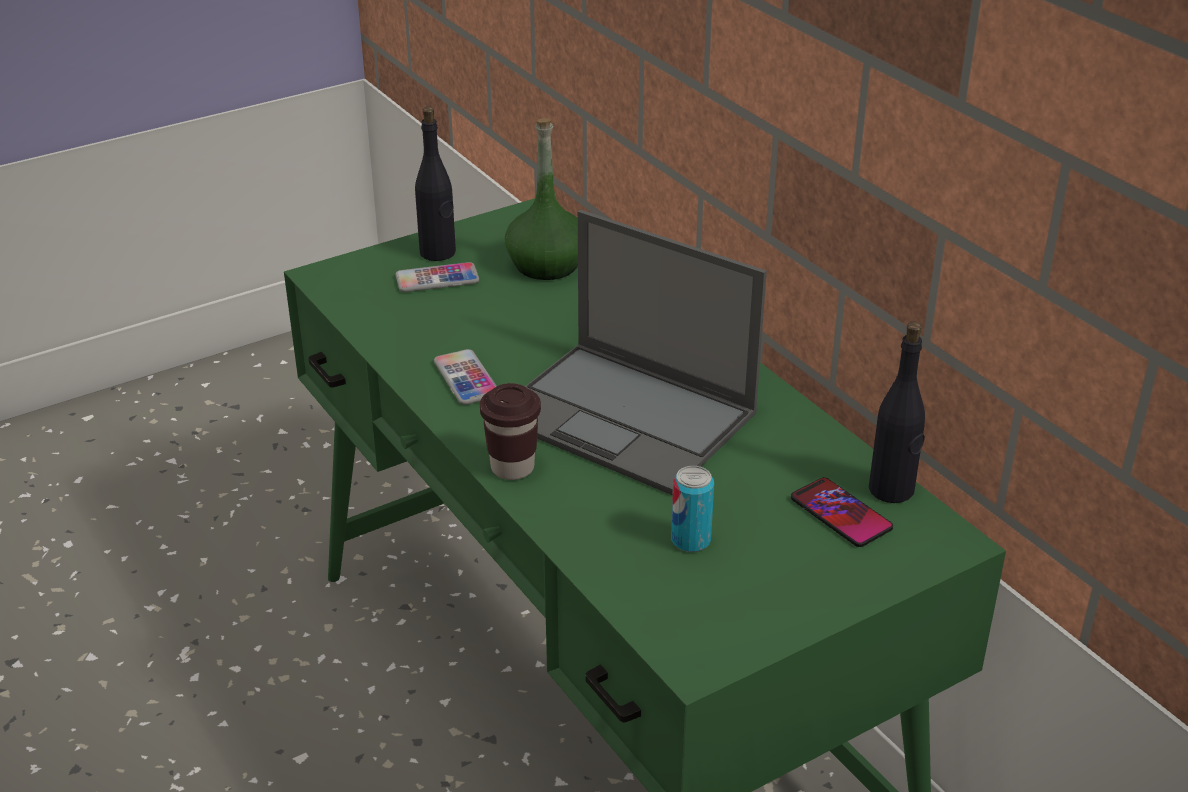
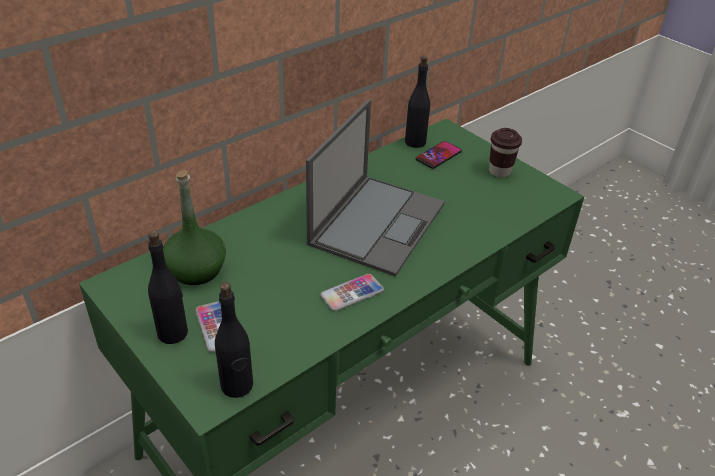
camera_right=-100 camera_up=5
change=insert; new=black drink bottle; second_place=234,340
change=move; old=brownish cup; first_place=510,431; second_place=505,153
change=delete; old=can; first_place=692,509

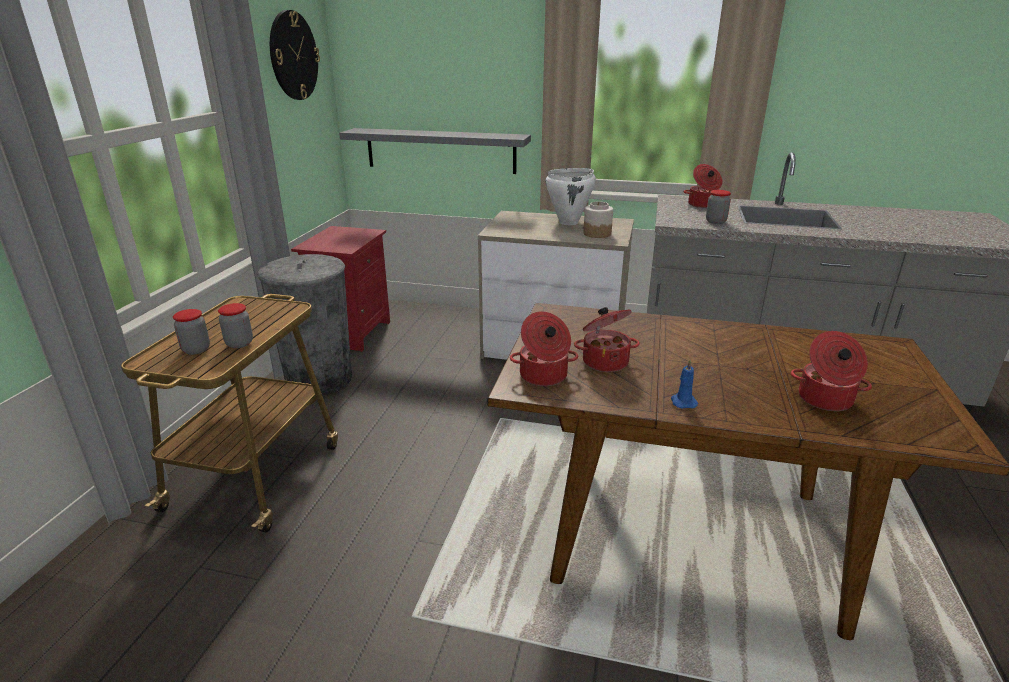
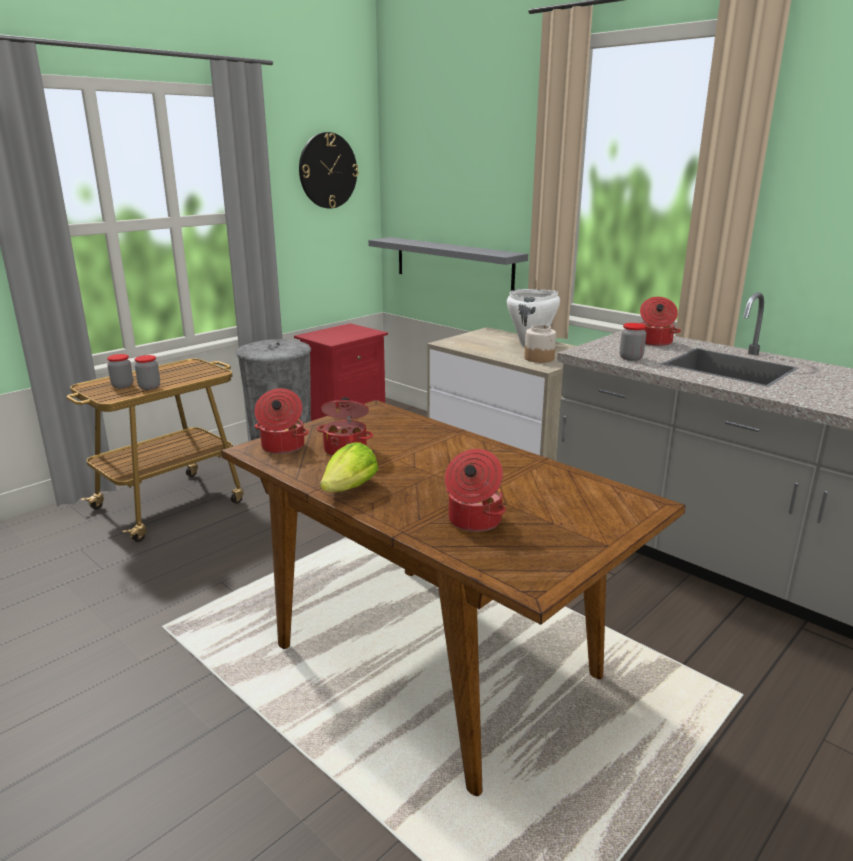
camera_right=30 camera_up=-5
change=replace; old=blue-coloured wax light; new=head of lettuce; first_place=684,384; second_place=349,467

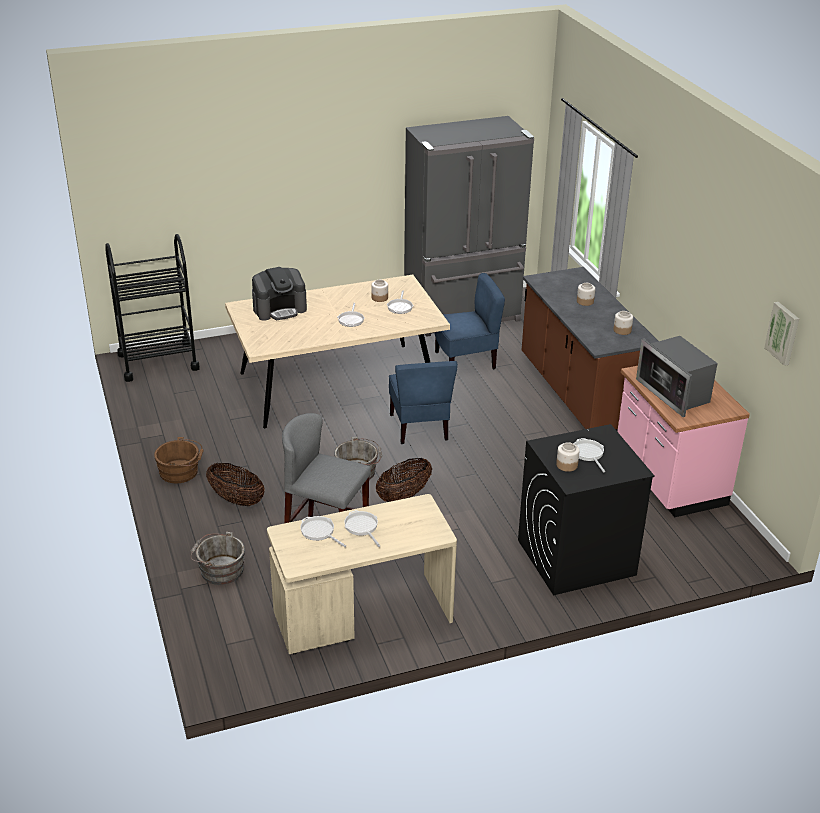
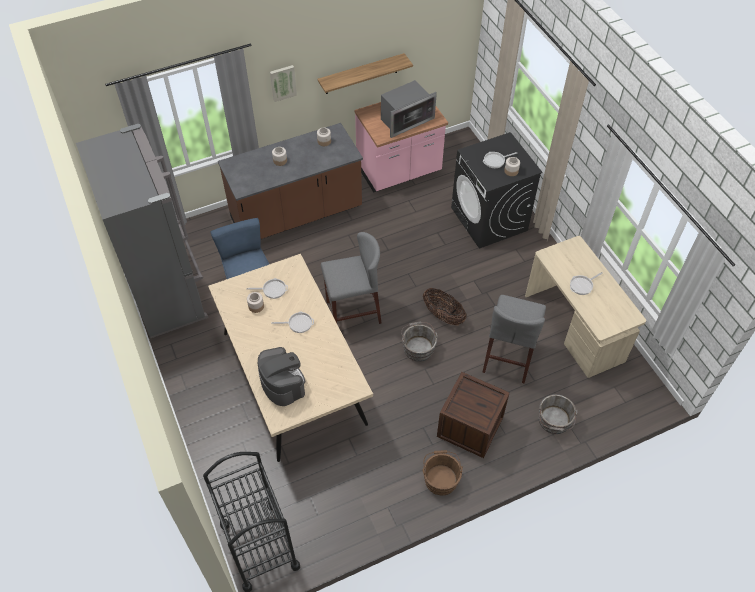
camera_right=-95 camera_up=20
change=move; old=picture; first_place=781,334; second_place=283,83
change=insert; new=bracket shelf; second_place=365,73
change=replace; old=blue-coloured plain chair; new=grey stool seat; first_place=423,402; second_place=351,278
change=replace; old=basket; new=shipping crate; first_place=235,484; second_place=473,415
change=delete; old=frying pan; first_place=323,531

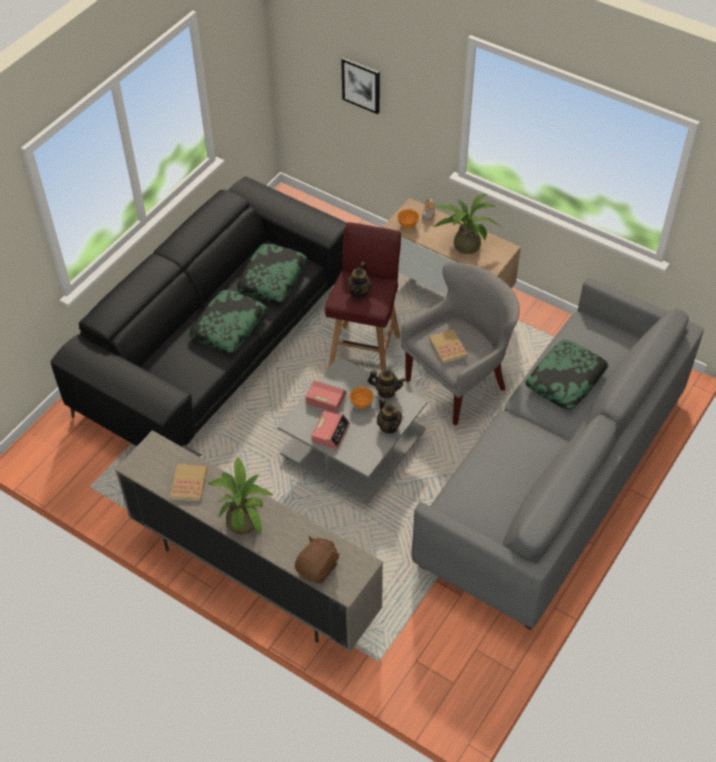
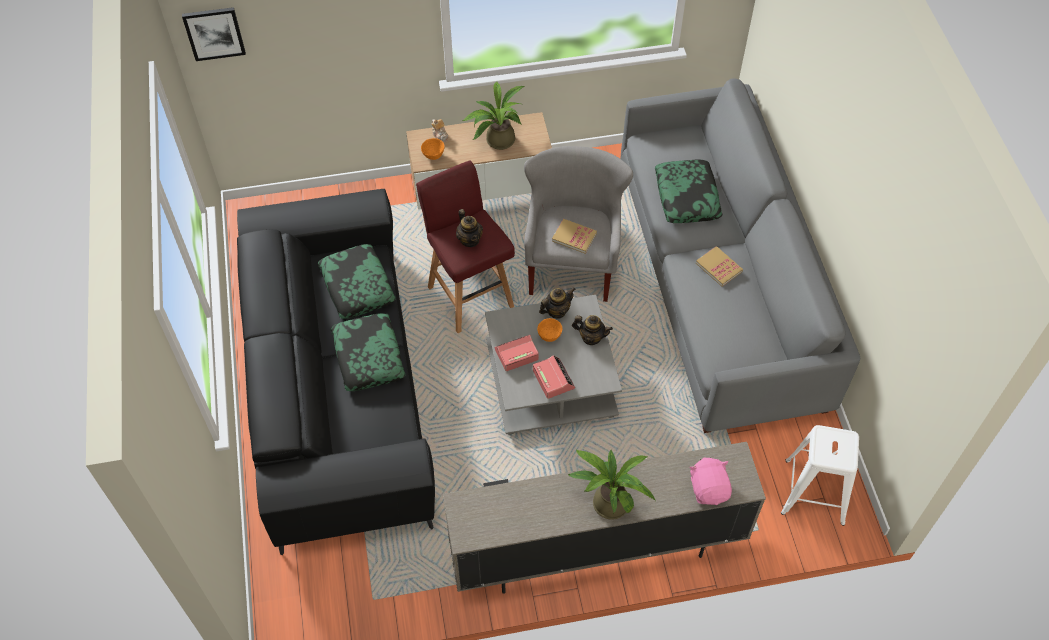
camera_right=-45 camera_up=5
change=move; old=picture; first_place=360,85; second_place=214,34
change=recolor; old=brownish soft toy; new=pinkish soft toy; first_place=317,560; second_place=711,481
change=move; old=book; first_place=188,483; second_place=719,266
change=insert; new=whitish stool seat; second_place=820,475

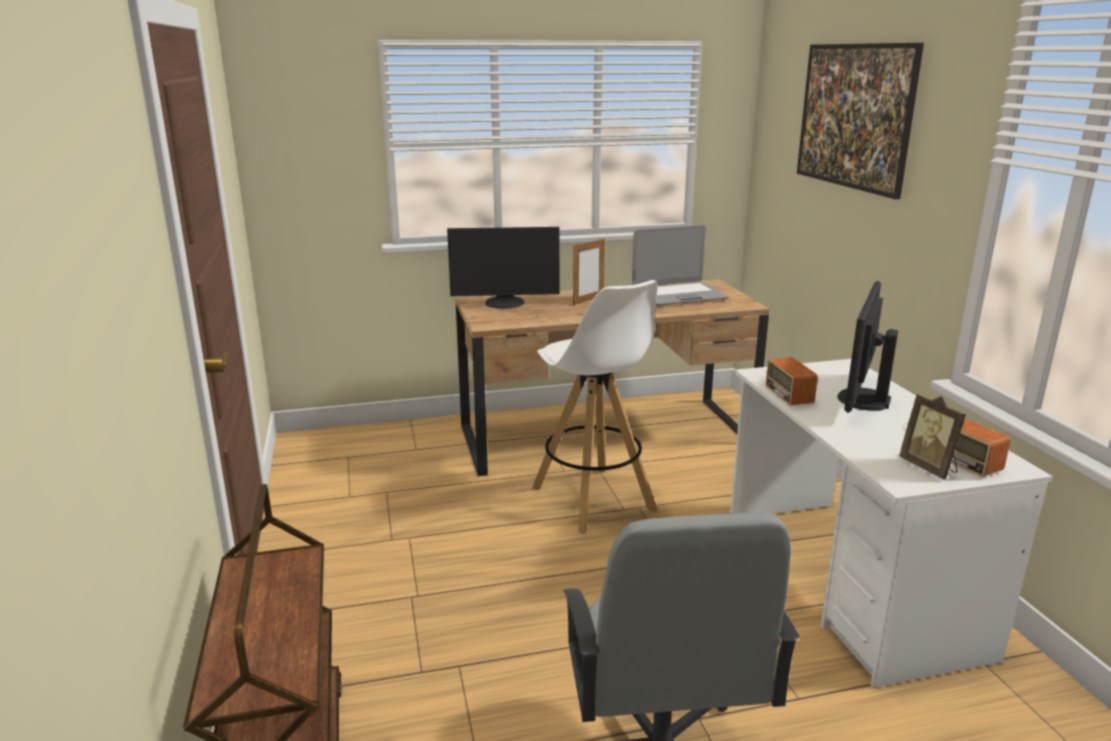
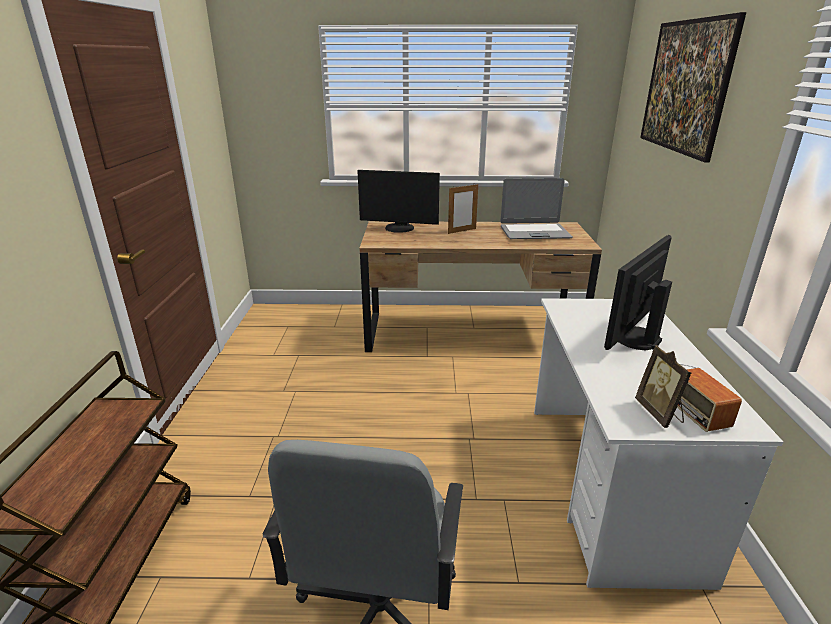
camera_right=15 camera_up=5
change=delete; old=whitish stool seat; first_place=594,407
change=delete; old=radio set; first_place=792,381

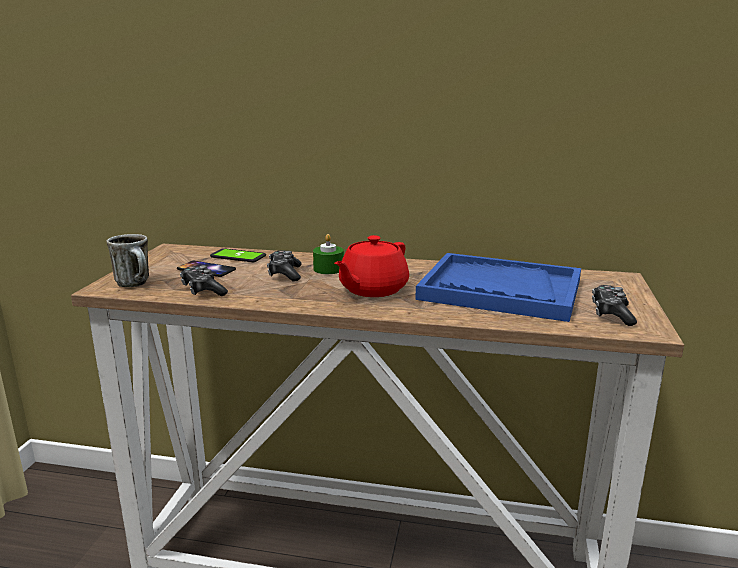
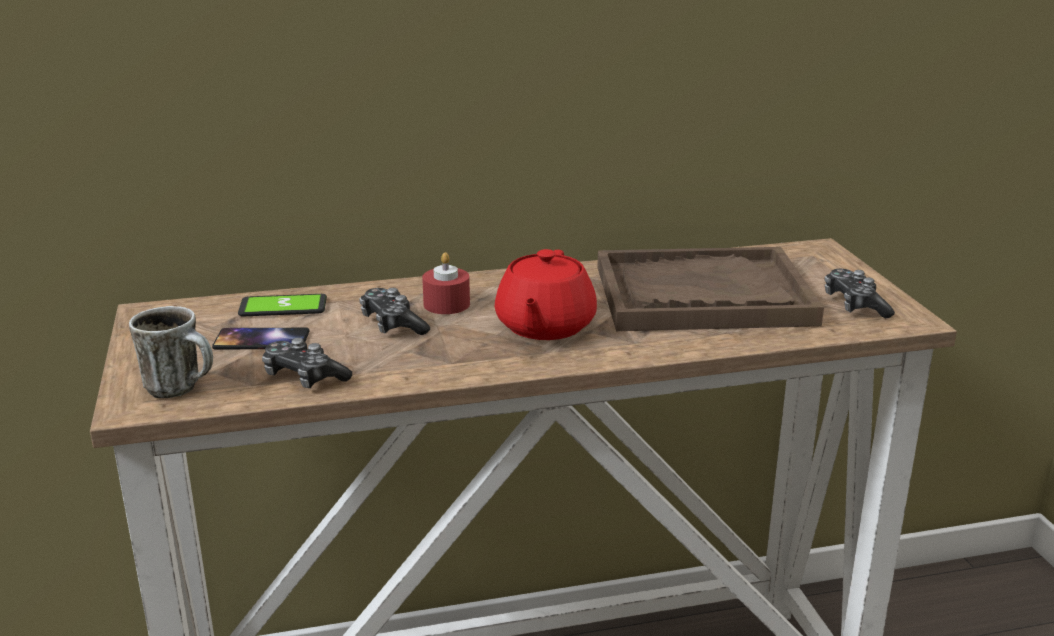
camera_right=-25 camera_up=5
change=recolor; old=green-coloured wax light; new=reddish wax light; first_place=328,254; second_place=446,283
change=recolor; old=blue-coloured carrying tray; new=brownish carrying tray; first_place=498,287; second_place=710,289

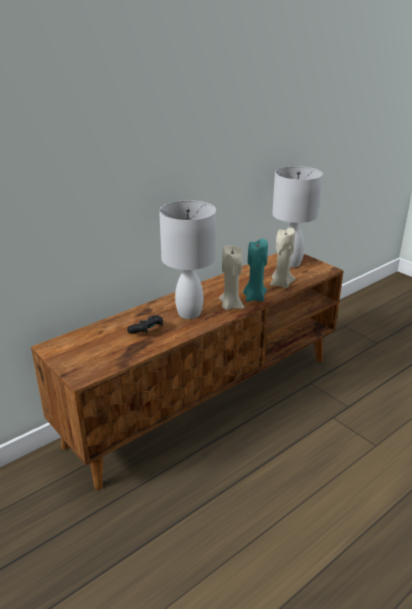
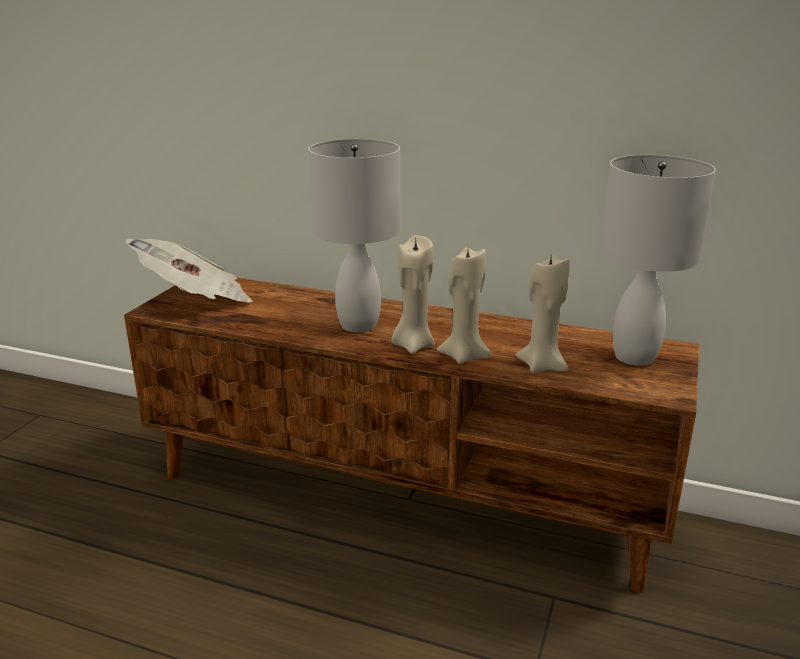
camera_right=60 camera_up=-5
change=insert; new=newspaper; second_place=189,271
change=recolor; old=turquoise-coloured wax light; new=beige wax light; first_place=255,270; second_place=464,306
change=delete; old=black gamepad; first_place=145,324

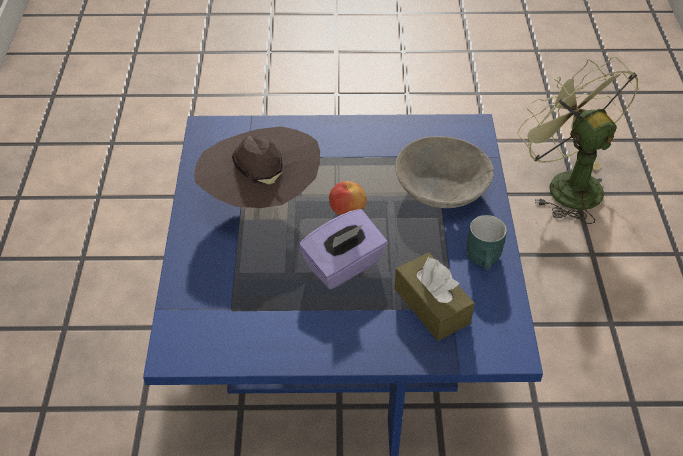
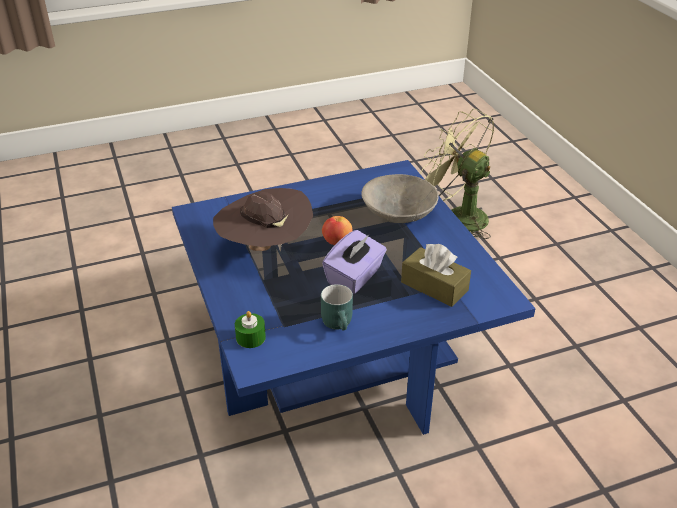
camera_right=-20 camera_up=-10
change=insert; new=green-coloured wax light; second_place=250,329
change=move; old=turquoise-coloured coffee mug; first_place=487,242; second_place=337,307

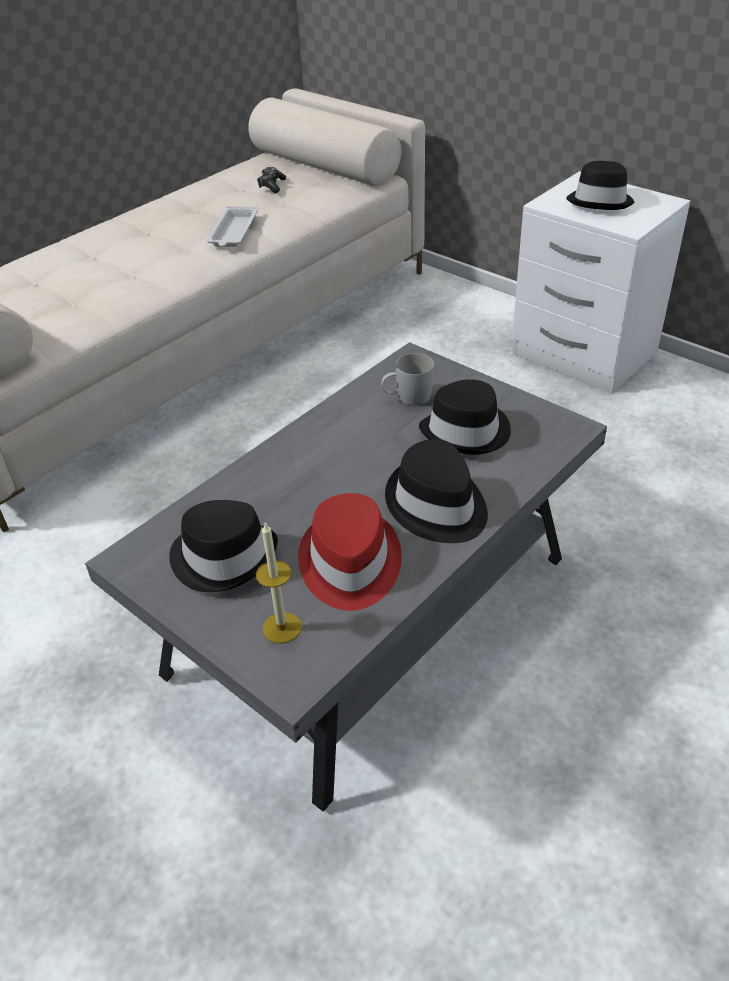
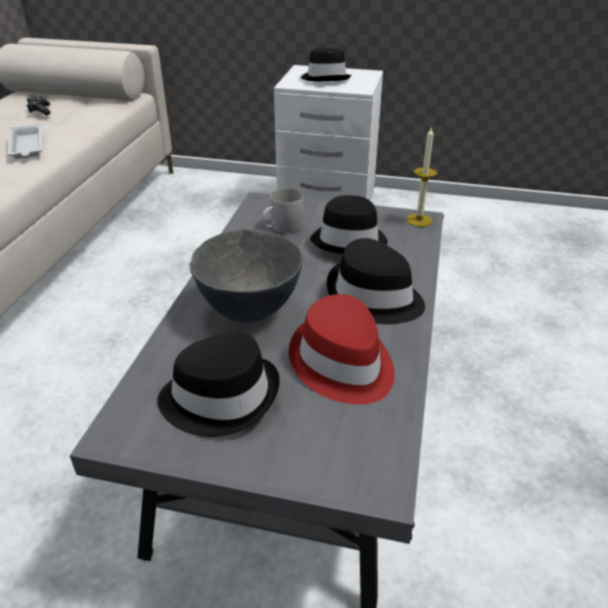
camera_right=-30 camera_up=-5
change=insert; new=grey serving bowl; second_place=246,276
change=move; old=wax light; first_place=279,583; second_place=421,176

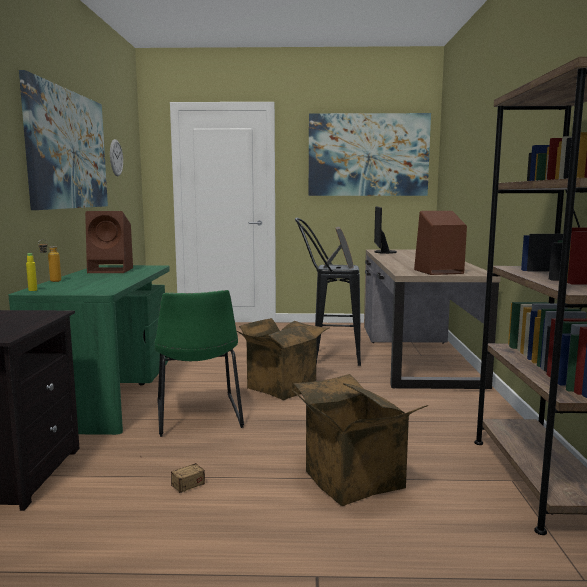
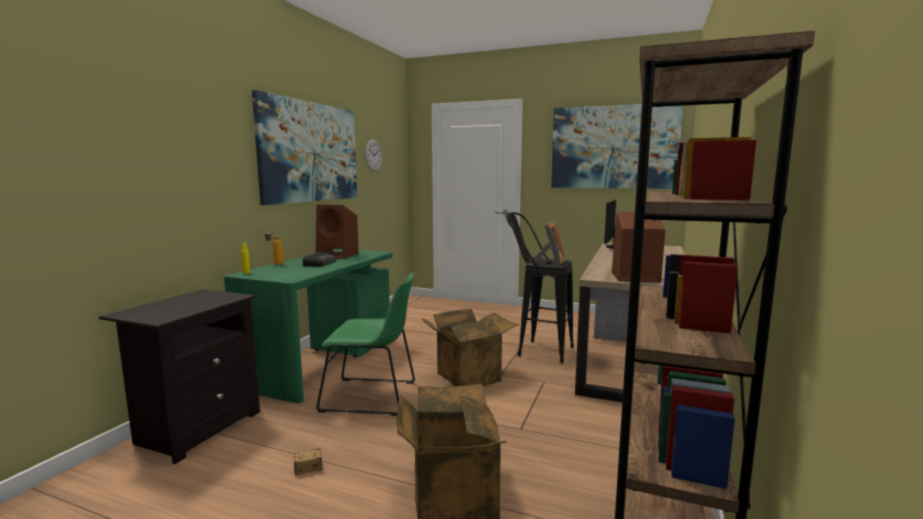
camera_right=20 camera_up=0
change=insert; new=radio set; second_place=319,259
change=rotate; old=green-coloured plain chair; first_place=199,363; second_place=365,344; degrees=-90

